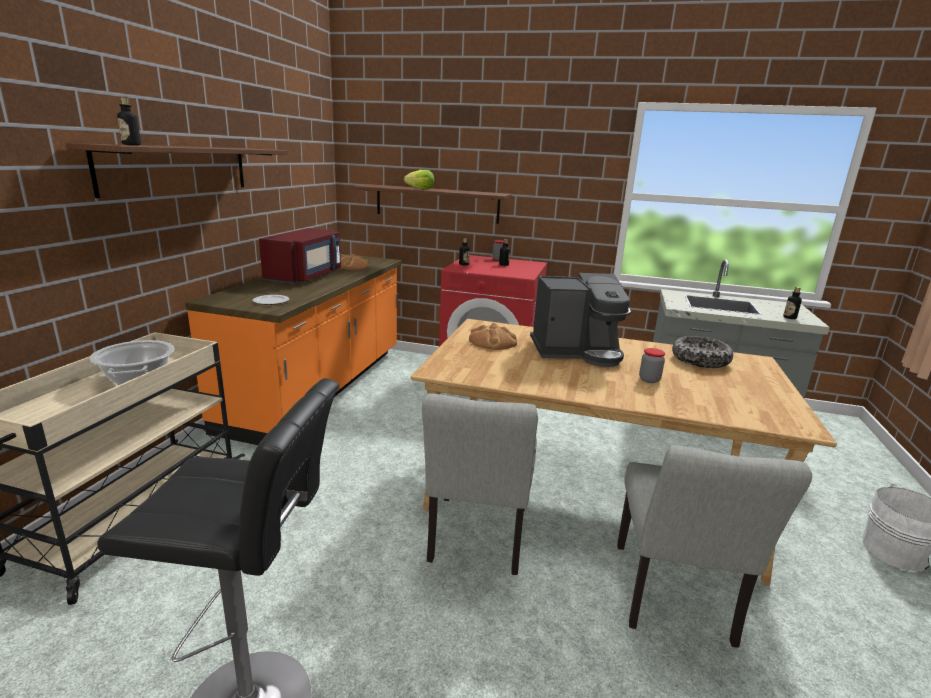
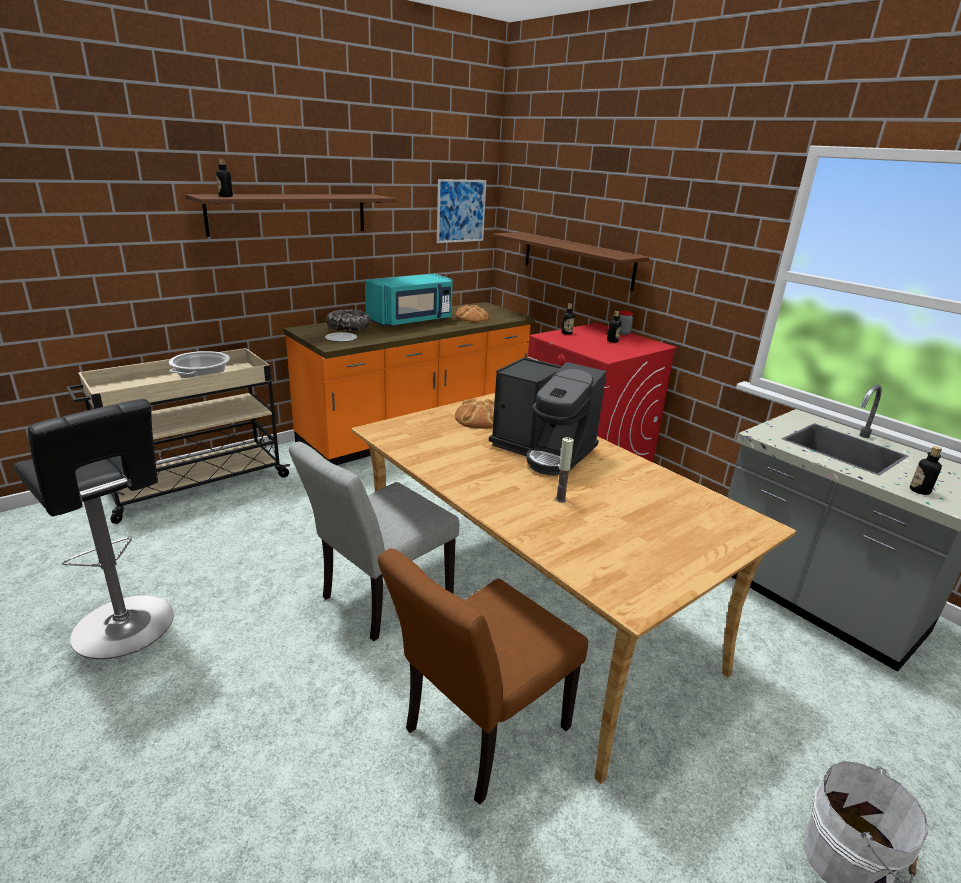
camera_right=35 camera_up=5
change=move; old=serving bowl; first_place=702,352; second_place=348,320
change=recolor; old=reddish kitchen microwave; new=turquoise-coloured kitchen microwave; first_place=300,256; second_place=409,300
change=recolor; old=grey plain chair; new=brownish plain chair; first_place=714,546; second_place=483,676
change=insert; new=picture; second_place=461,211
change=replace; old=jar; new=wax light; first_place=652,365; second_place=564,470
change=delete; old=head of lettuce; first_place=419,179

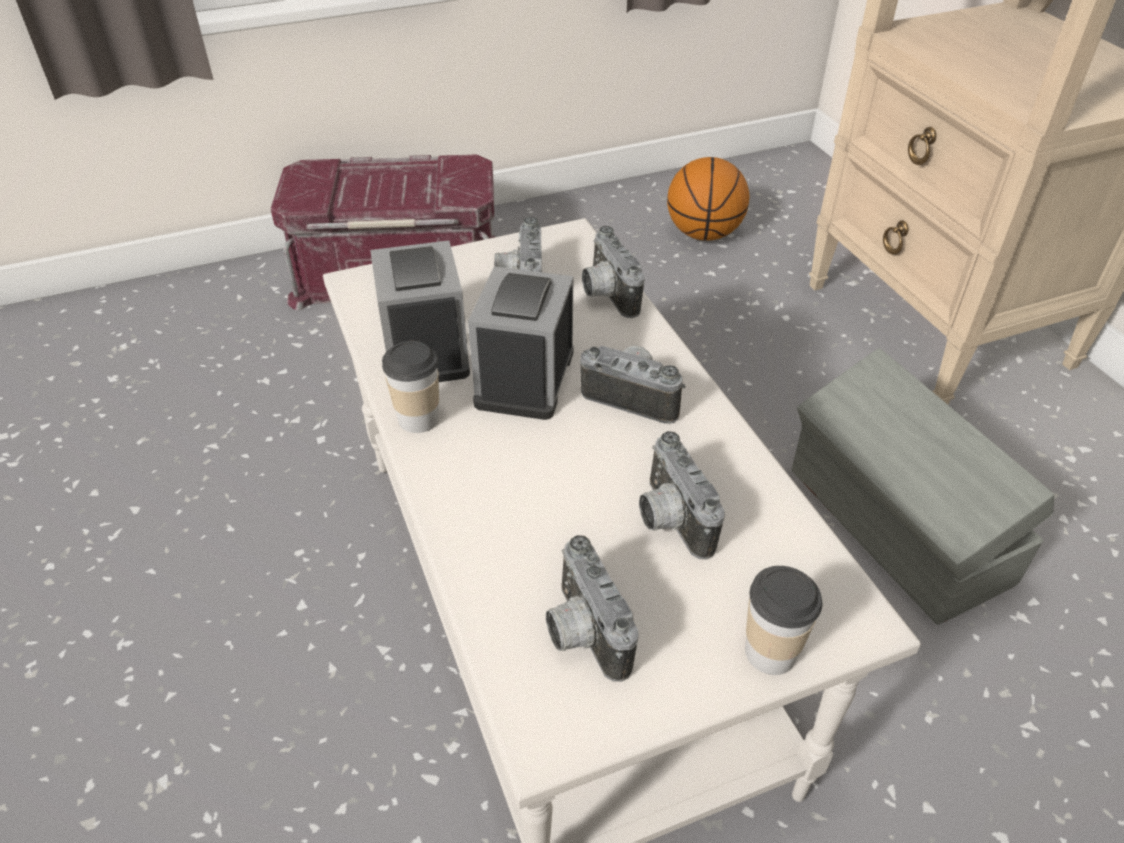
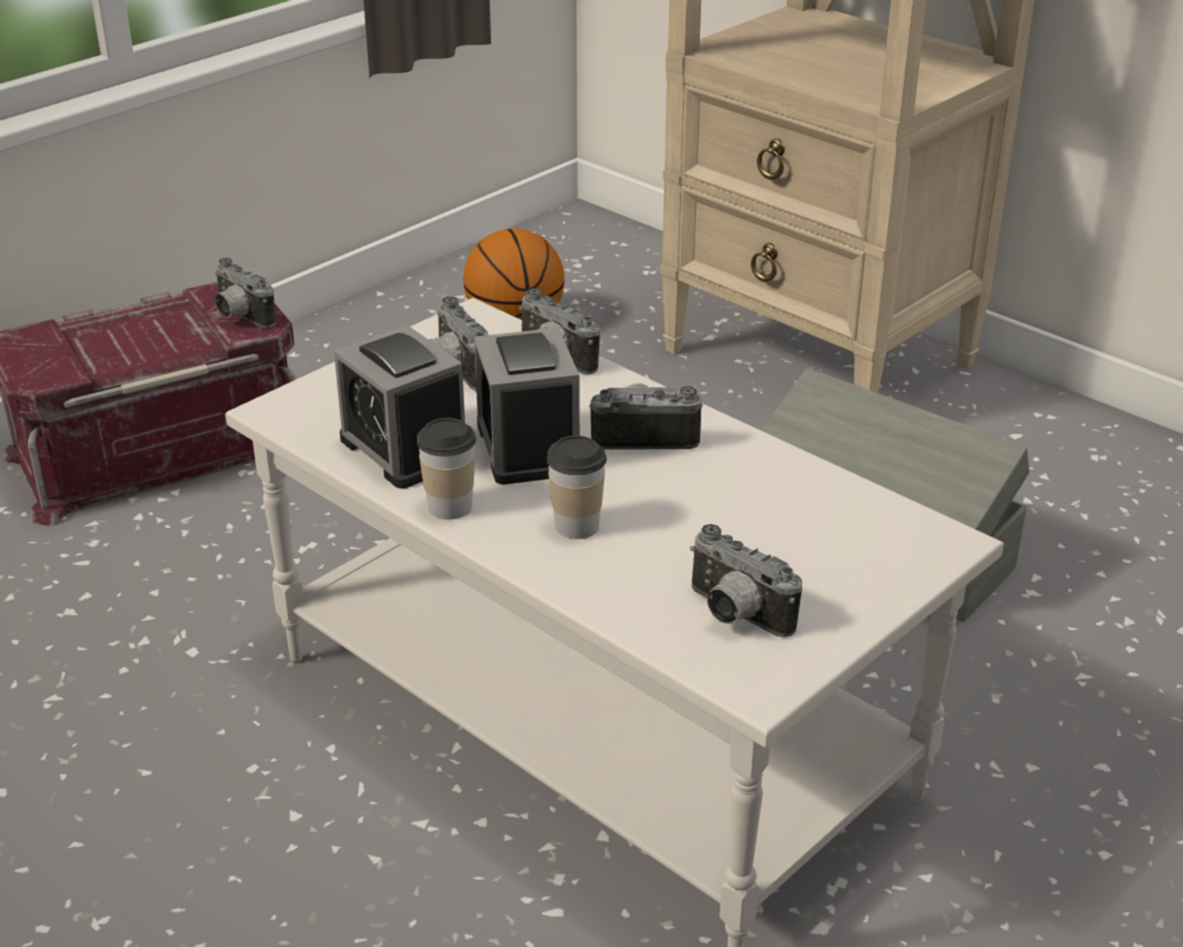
camera_right=-25 camera_up=-10
change=move; old=still camera; first_place=682,495; second_place=245,293
change=move; old=cup; first_place=783,620; second_place=577,487

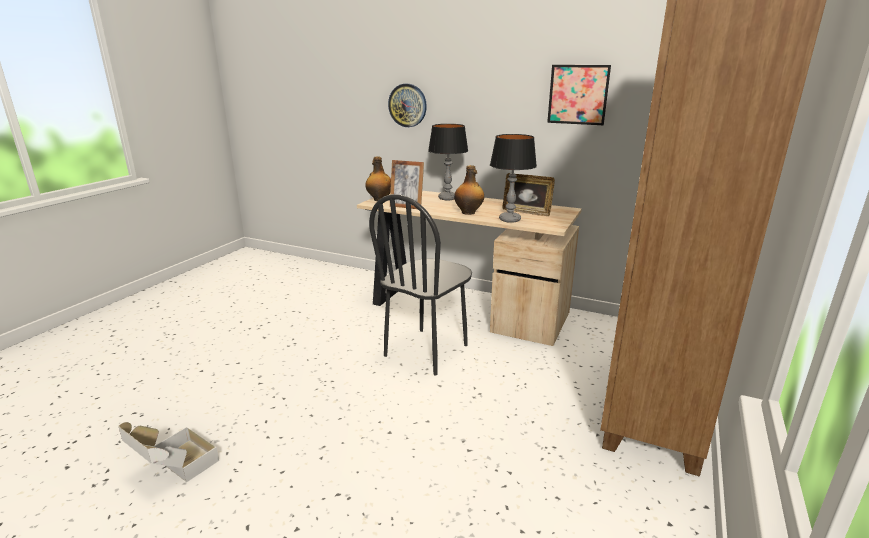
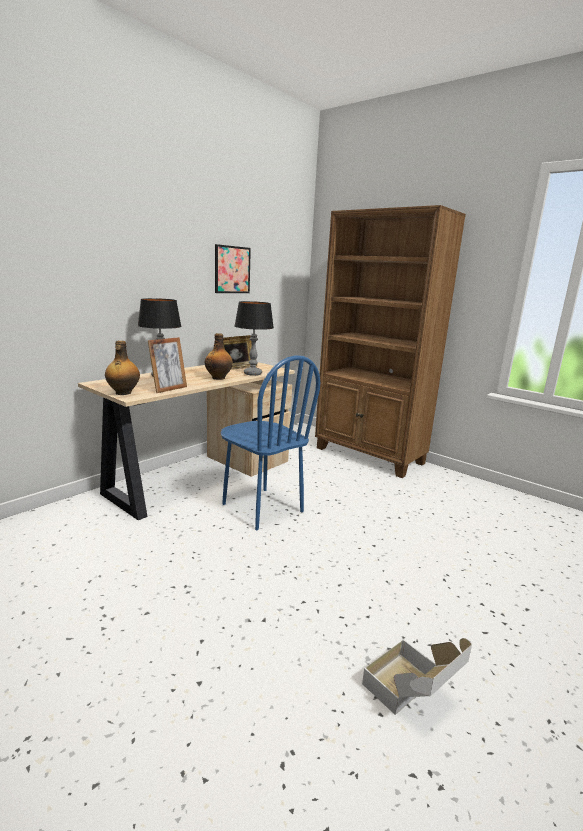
camera_right=-75 camera_up=-5
change=recolor; old=black plain chair; new=blue-coloured plain chair; first_place=420,285; second_place=270,442
change=delete; old=clock on the wall; first_place=407,105

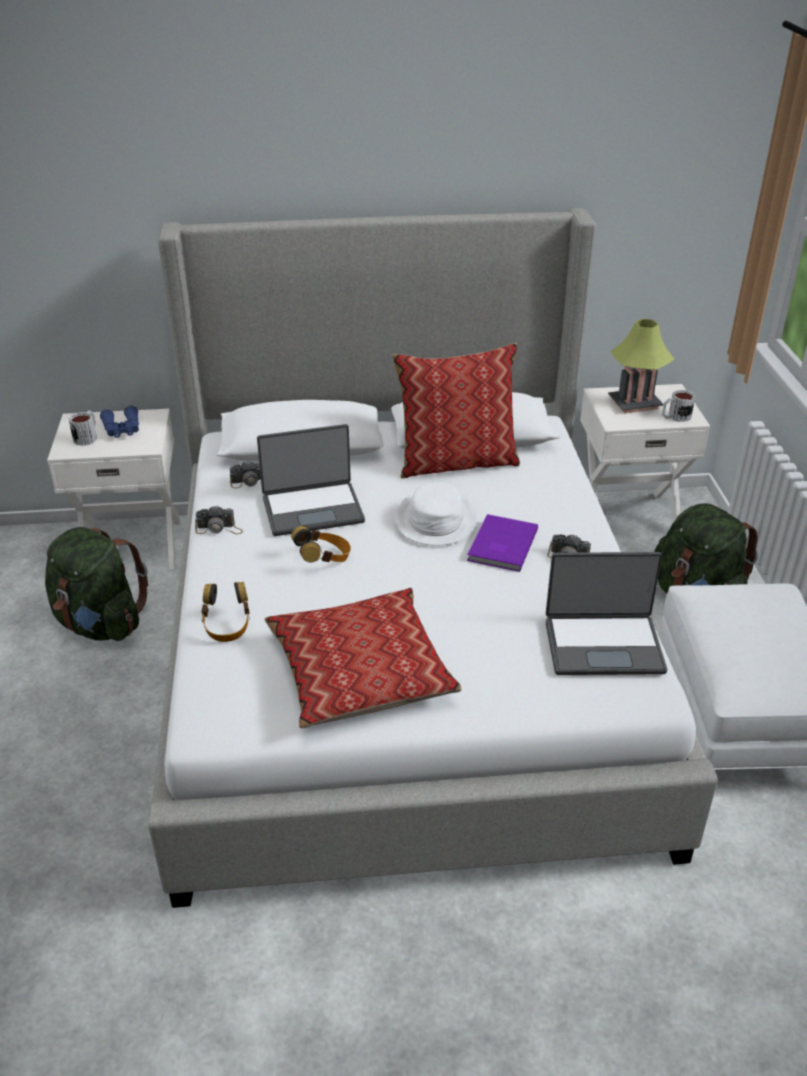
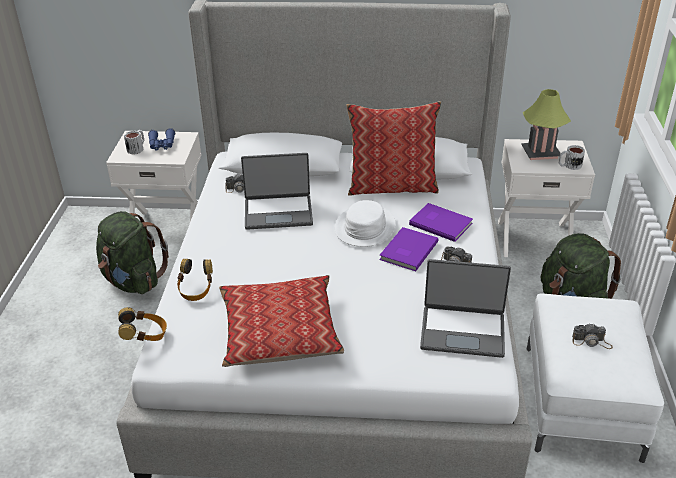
camera_right=10 camera_up=0
change=move; old=headset; first_place=321,544; second_place=142,324
change=insert; new=purple-coloured book; second_place=441,222
change=move; old=still camera; first_place=219,520; second_place=592,336

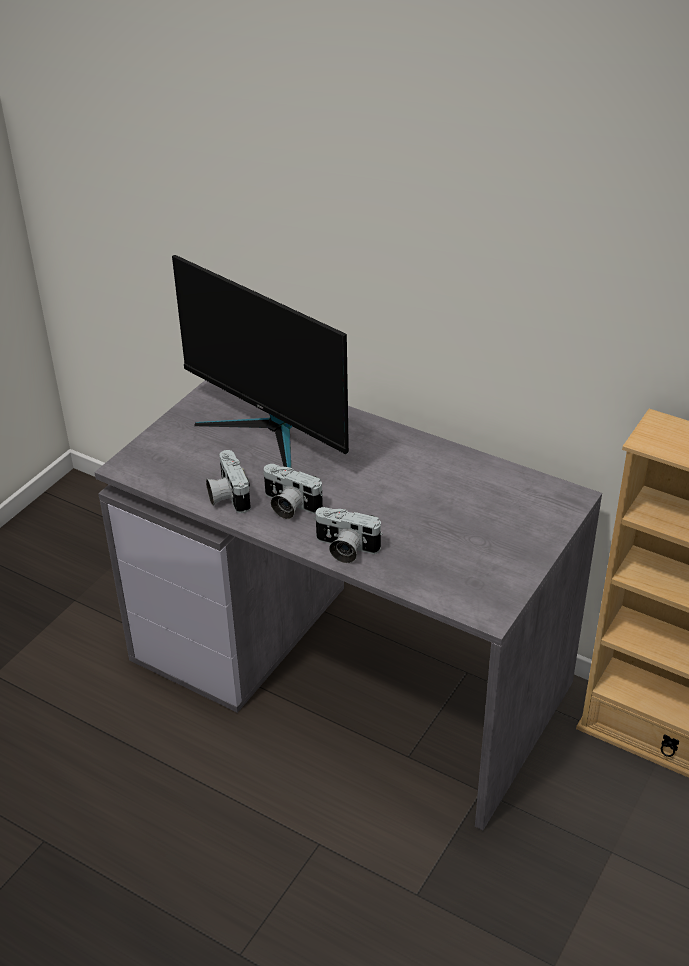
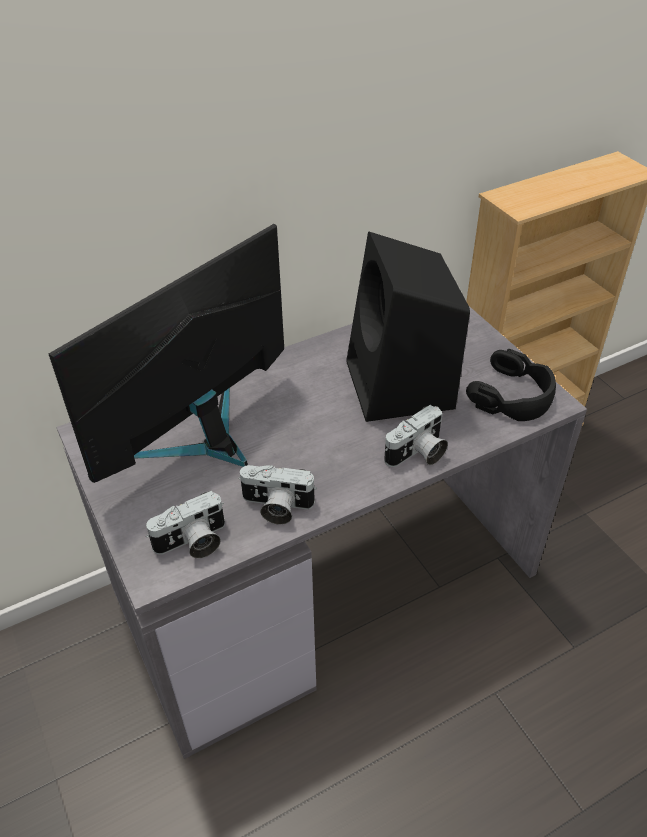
camera_right=-60 camera_up=5
change=rotate; old=computer display; first_place=260,361; second_place=166,353; degrees=150
change=move; old=still camera; first_place=293,491; second_place=185,525
change=insert; new=black loudspeaker; second_place=408,327
change=insert; new=black headset; second_place=511,385

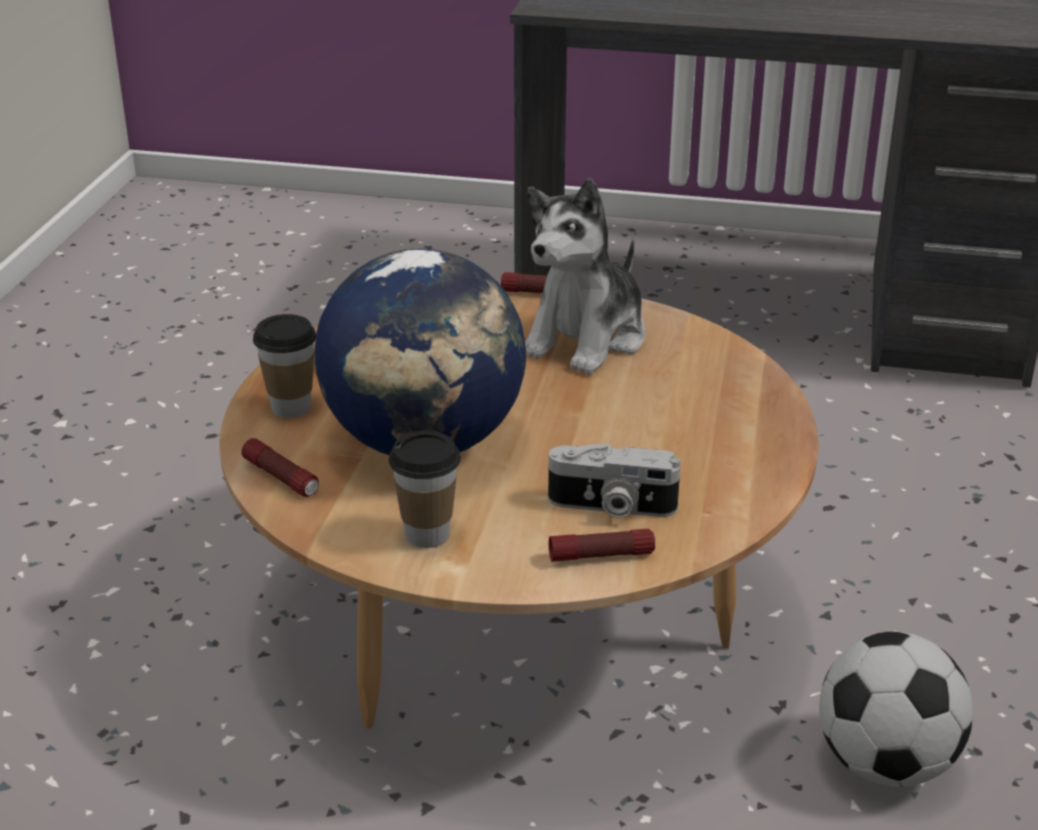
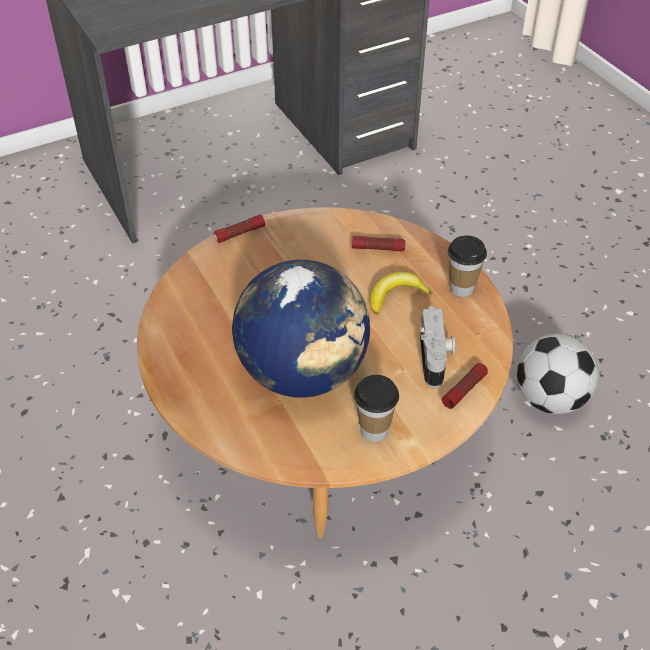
camera_right=-40 camera_up=15
change=move; old=flashlight; first_place=280,467; second_place=378,244
change=insert; new=banana; second_place=401,293
change=rotate; old=still camera; first_place=614,480; second_place=437,347; degrees=-60
change=move; old=cup; first_place=284,366; second_place=467,266
change=delete; old=soft toy; first_place=585,276

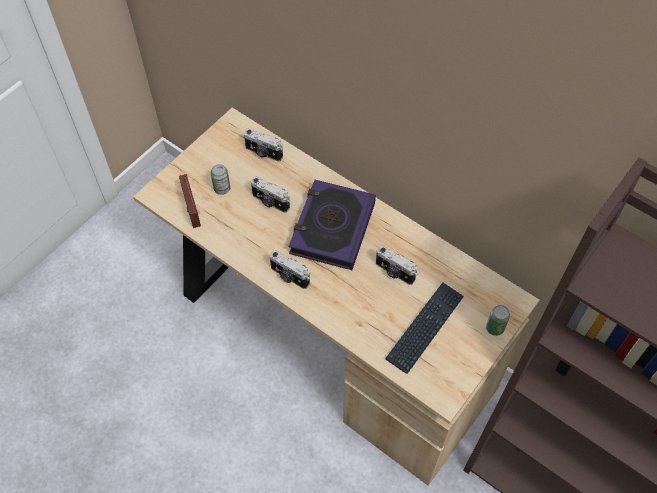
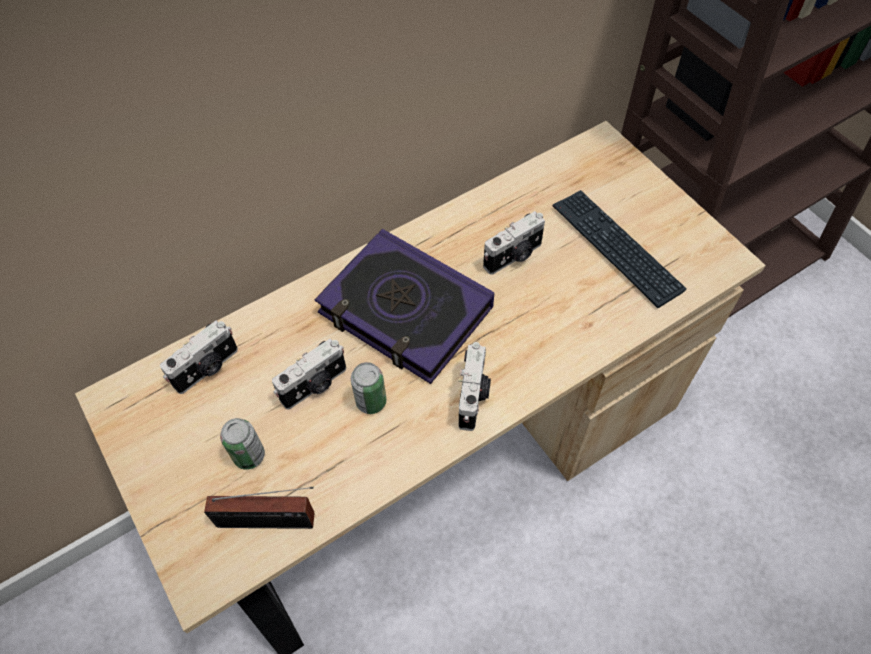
camera_right=-70 camera_up=0
change=move; old=can; first_place=498,320; second_place=369,388
change=rotate; old=still camera; first_place=290,269; second_place=475,386; degrees=-45

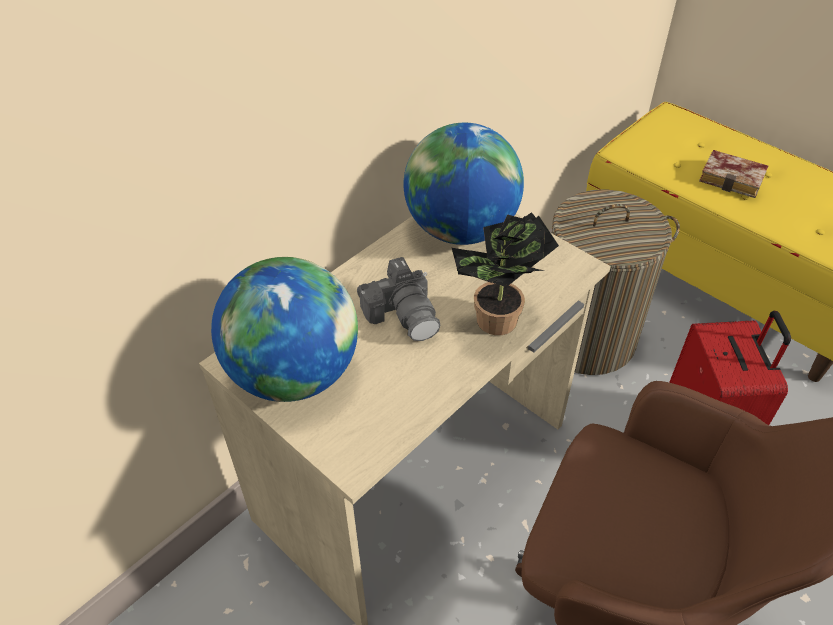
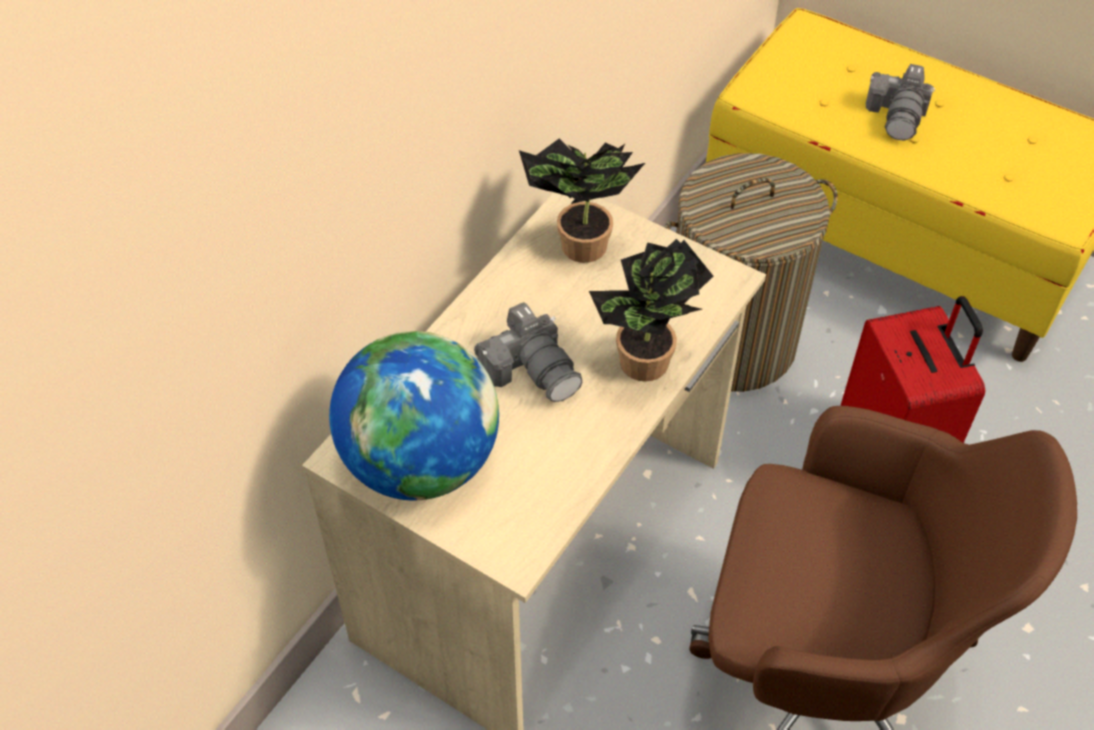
camera_right=-10 camera_up=5
change=replace; old=desk globe; new=houseplant; first_place=464,184; second_place=582,201
change=replace; old=book; new=still camera; first_place=733,174; second_place=900,102

